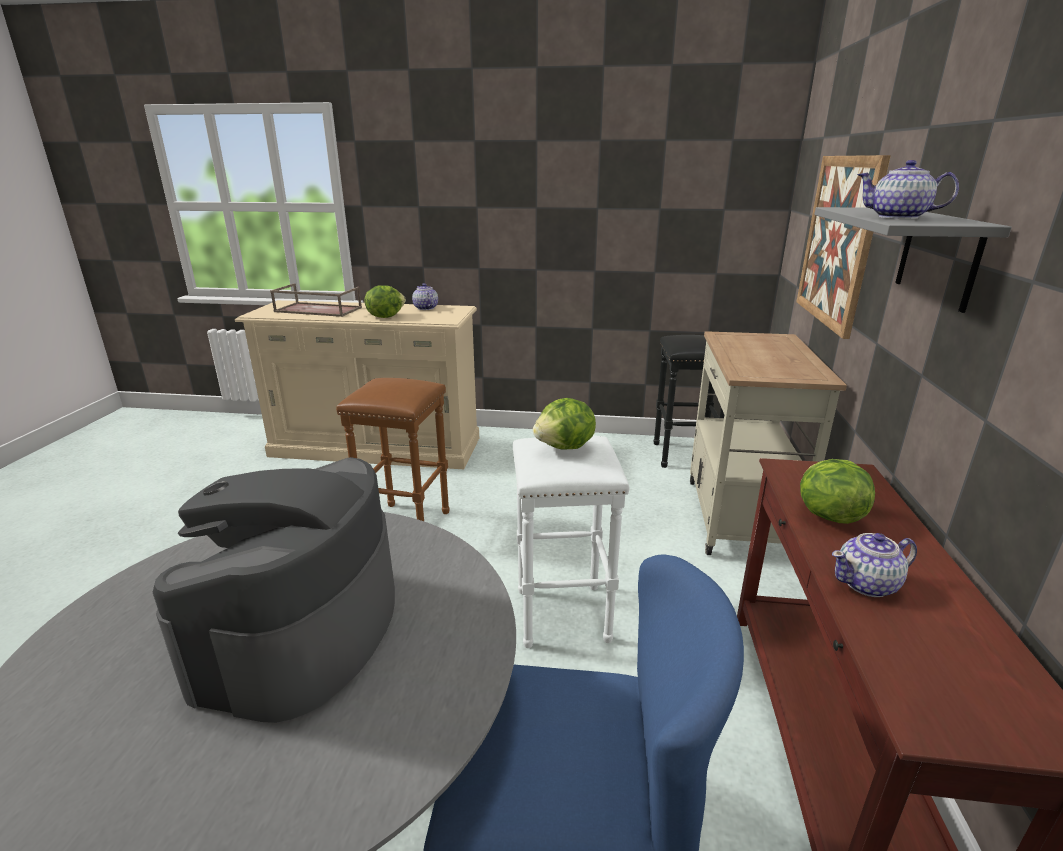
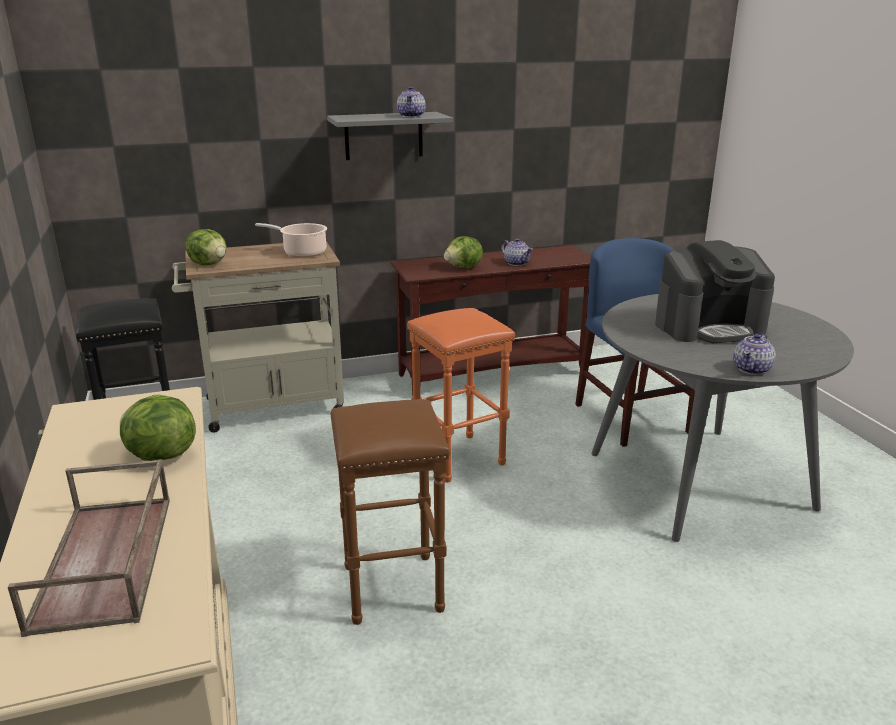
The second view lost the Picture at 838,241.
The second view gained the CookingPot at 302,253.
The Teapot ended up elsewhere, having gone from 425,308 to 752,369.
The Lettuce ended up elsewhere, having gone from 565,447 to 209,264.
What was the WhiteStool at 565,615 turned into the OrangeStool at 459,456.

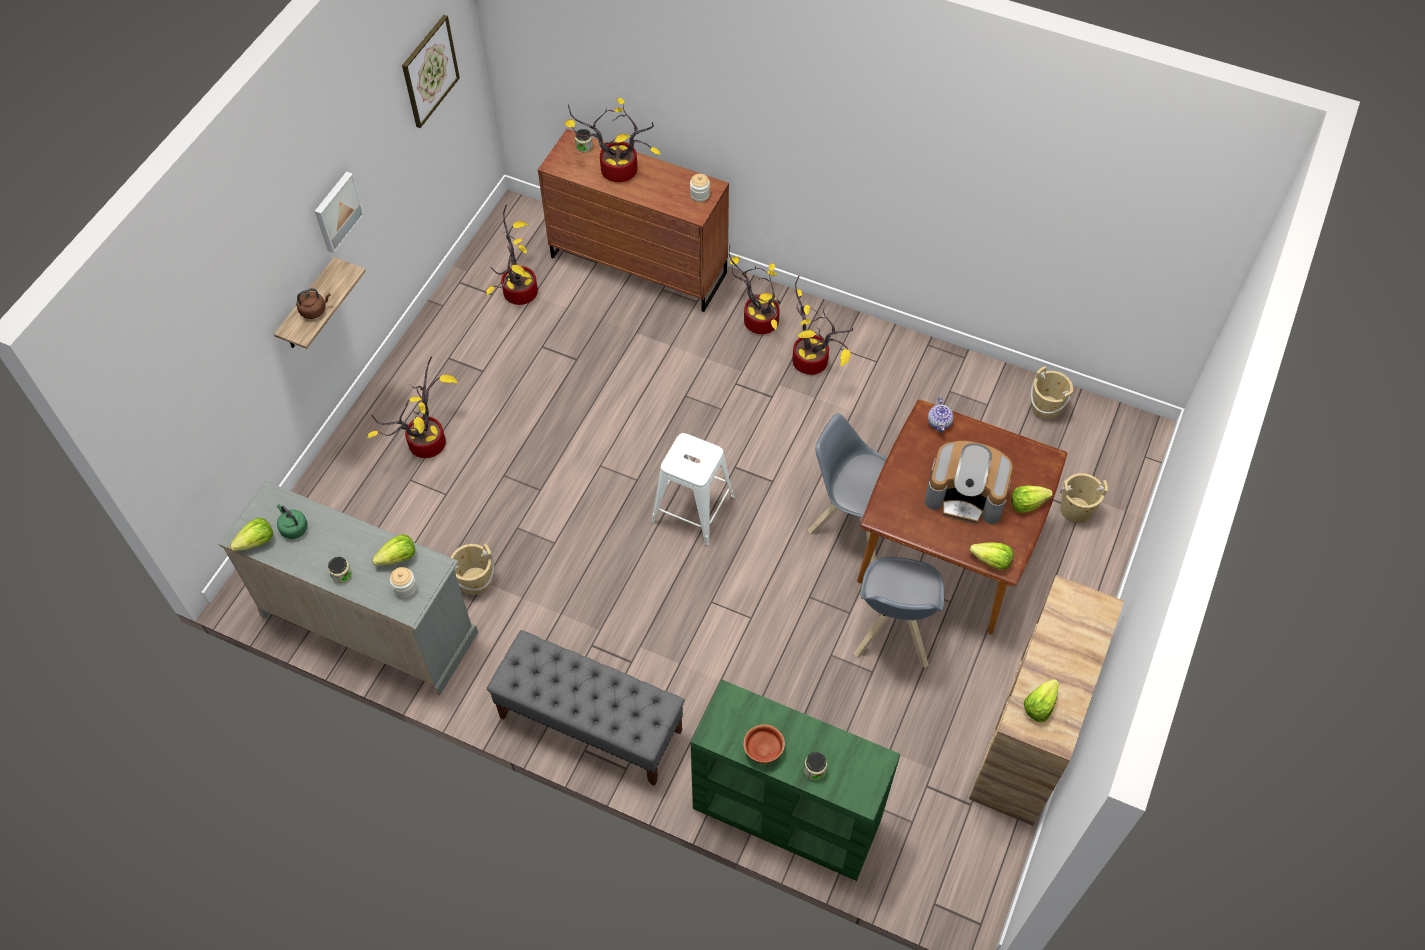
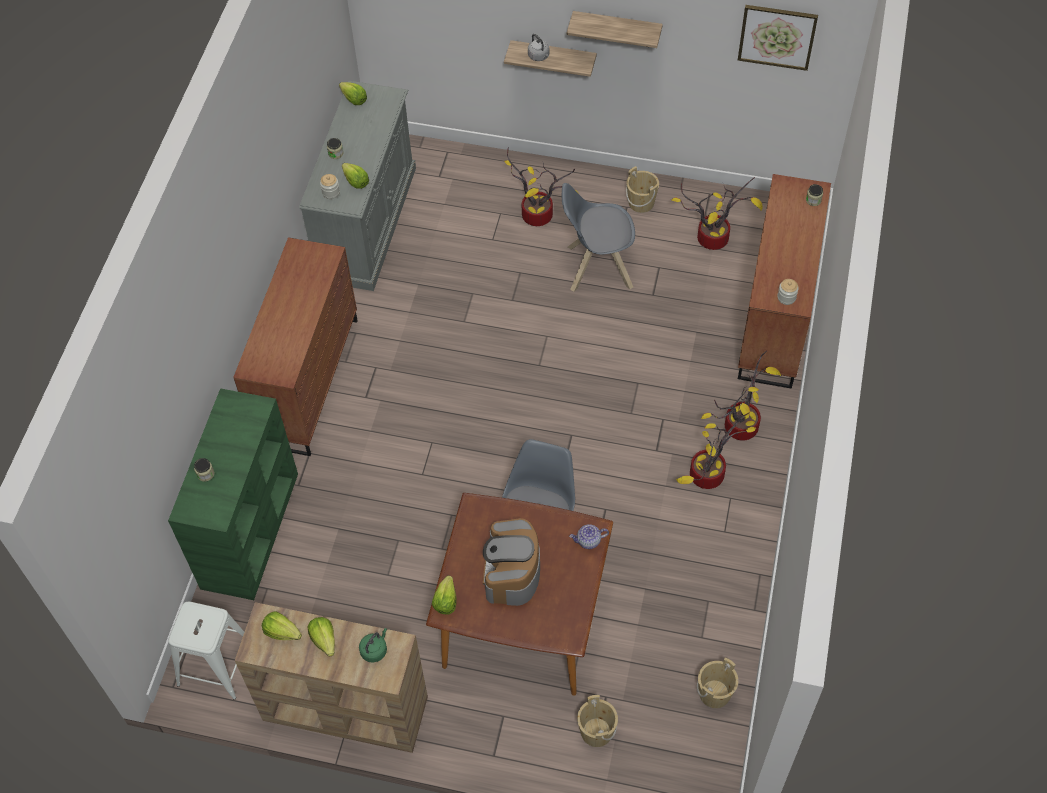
The second view lost the PottedPlant at 616,172.
The second view lost the Bowl at 763,751.
The GreenKettle ended up elsewhere, having gone from 293,528 to 375,650.
The BeigeBucket ended up elsewhere, having gone from 475,580 to 641,202.
The WhiteStool ended up elsewhere, having gone from 693,509 to 216,664.
The GreyChair ended up elsewhere, having gone from 893,630 to 597,267.
The Lettuce ended up elsewhere, having gone from 1027,504 to 324,640.
Where the Picture hung at 337,211, the Shelf came to hang at 617,29.
Where the GreyBench stood at 590,723, the BrownDresser came to stand at 307,381.
What was the BrownKettle at 314,310 turned into the GreyKettle at 539,56.

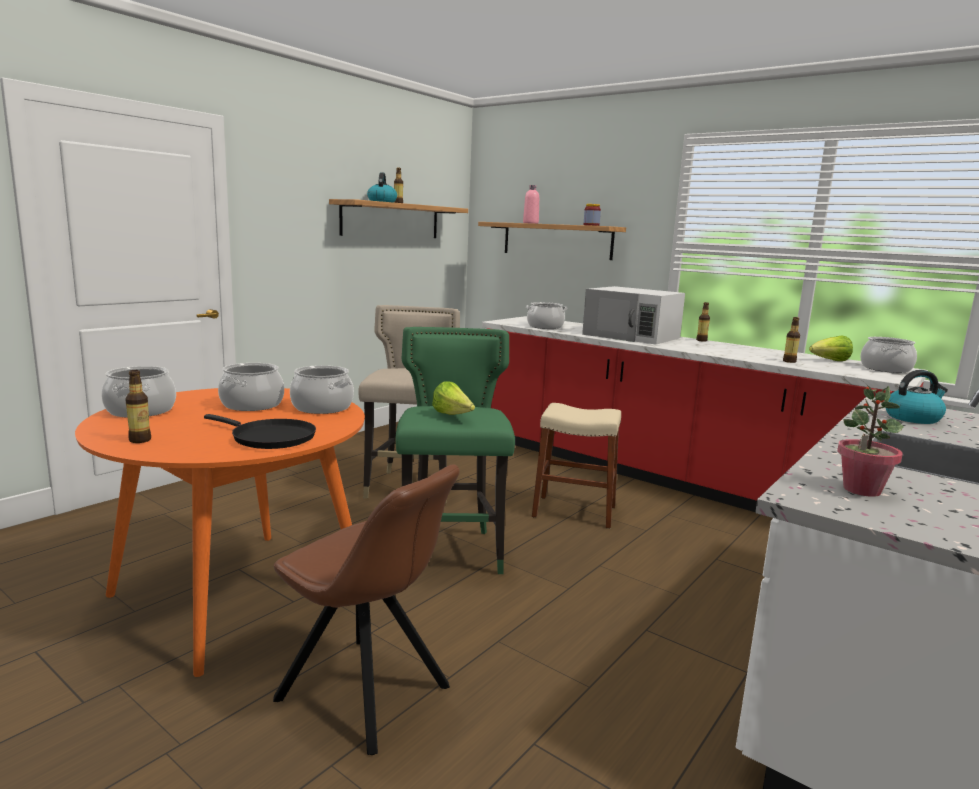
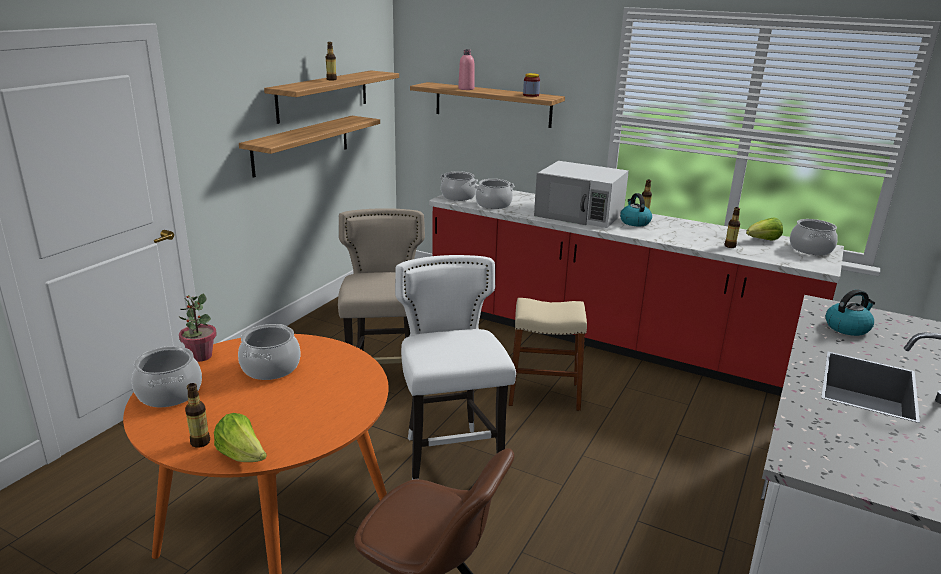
The second view lost the BlackFryingPan at 269,438.
The second view gained the Shelf at 301,145.
The CookingPot ended up elsewhere, having gone from 322,407 to 458,196.
The Kettle ended up elsewhere, having gone from 382,202 to 634,222.
The Lettuce ended up elsewhere, having gone from 453,415 to 242,456.
The PottedPlant ended up elsewhere, having gone from 861,490 to 200,356.
What was the GreenStool at 451,553 turned into the WhiteStool at 450,460.

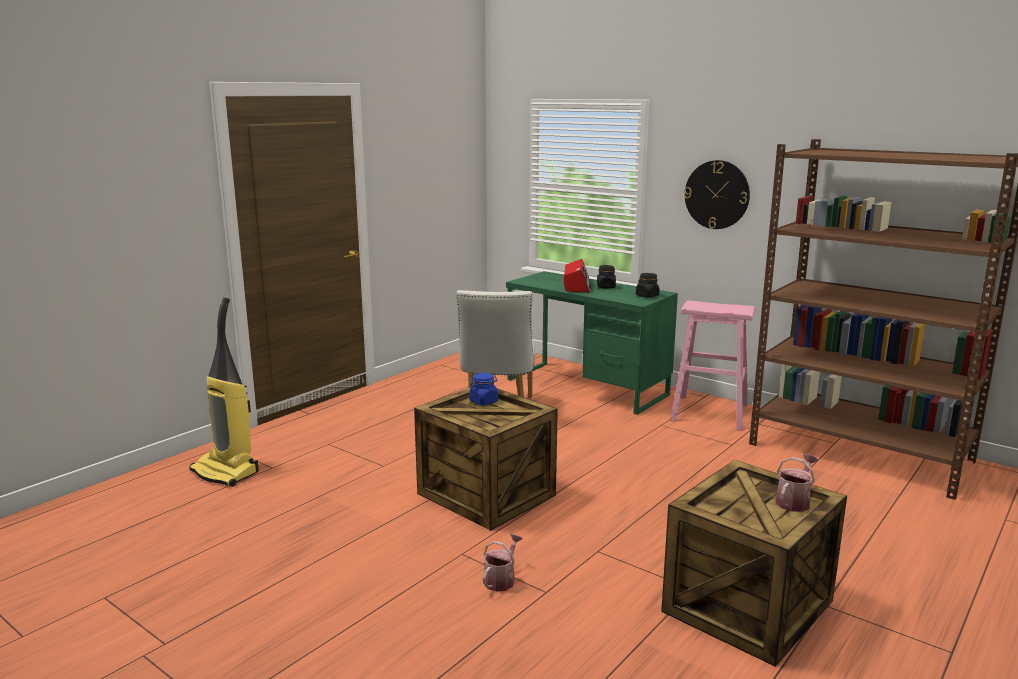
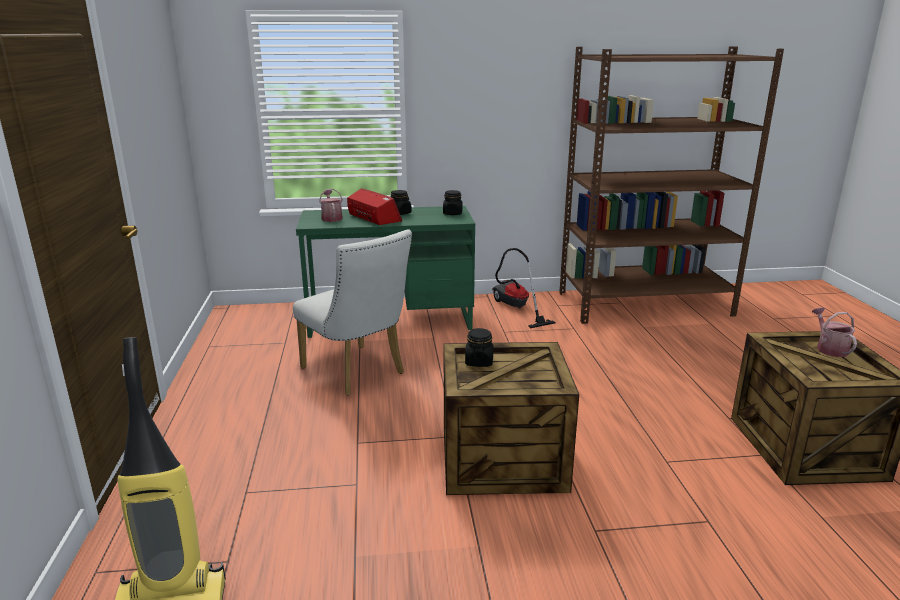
The second view lost the WallClock at 717,194.
The WateringCan ended up elsewhere, having gone from 501,579 to 331,218.
Where the PinkStool stood at 710,412, the VacuumCleaner came to stand at 515,308.
What was the BlueJar at 483,401 turned into the BlackJar at 479,361.

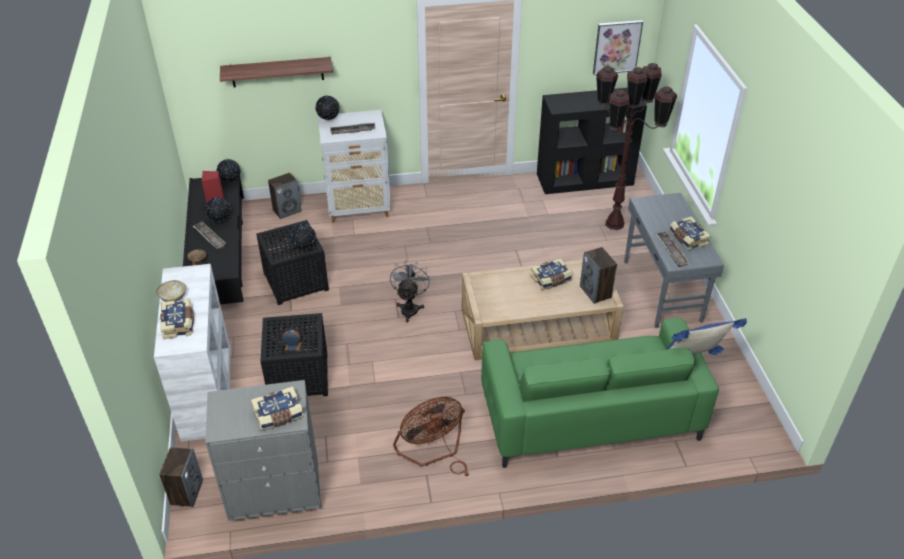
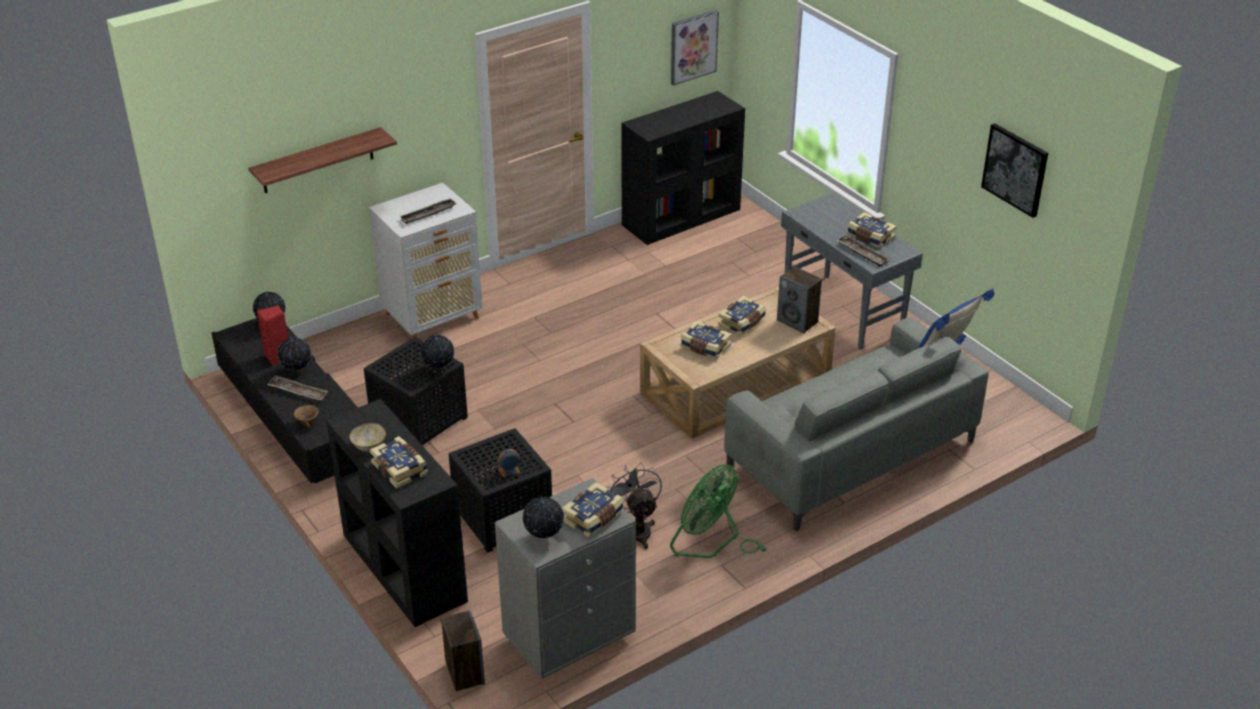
The second view lost the Speaker at 287,210.
The second view lost the BrownFloorLamp at 614,224.
The second view gained the Book at 705,347.
The second view gained the Picture at 1015,169.
The Globe ended up elsewhere, having gone from 329,121 to 544,537.
The GreyFan ended up elsewhere, having gone from 410,307 to 637,529.
What was the WhiteBookcase at 205,392 turned into the BlackBookcase at 403,568.
What was the BrownFan at 437,452 turned into the GreenFan at 716,539.
What was the GreenSofa at 589,417 turned into the GreySofa at 851,455.

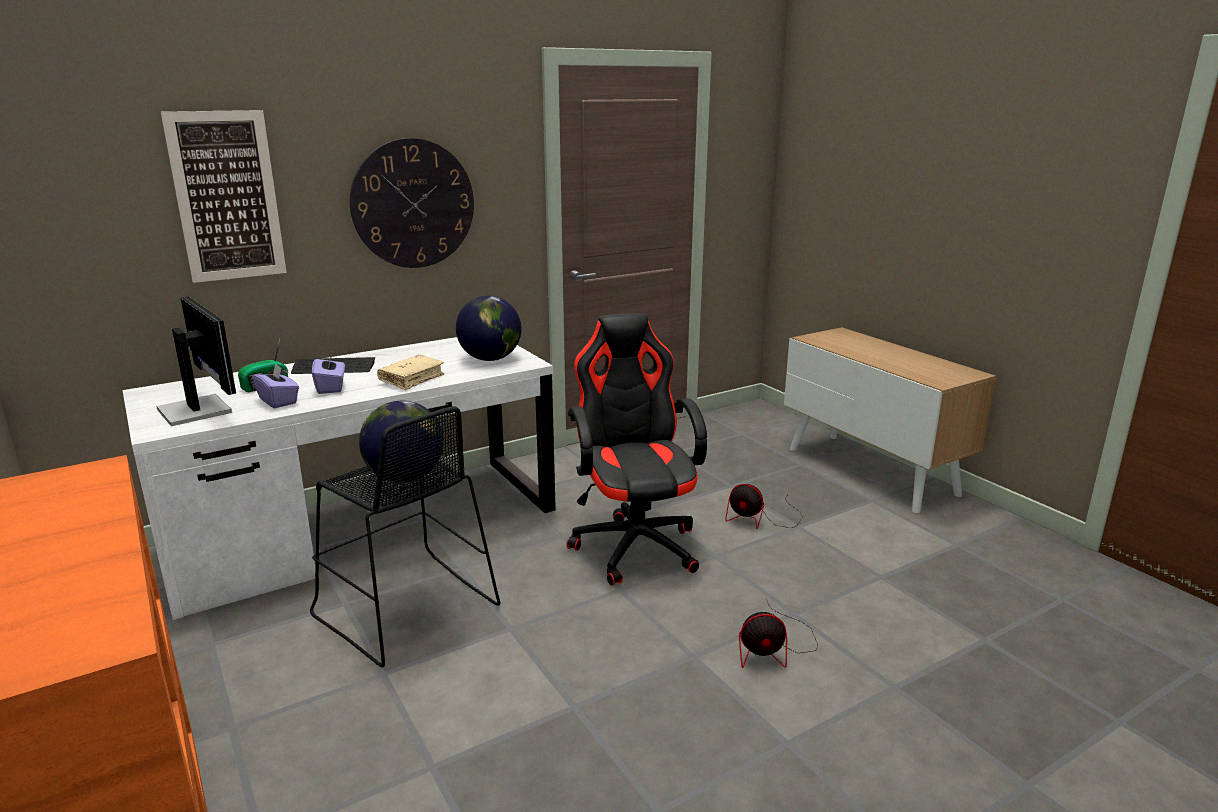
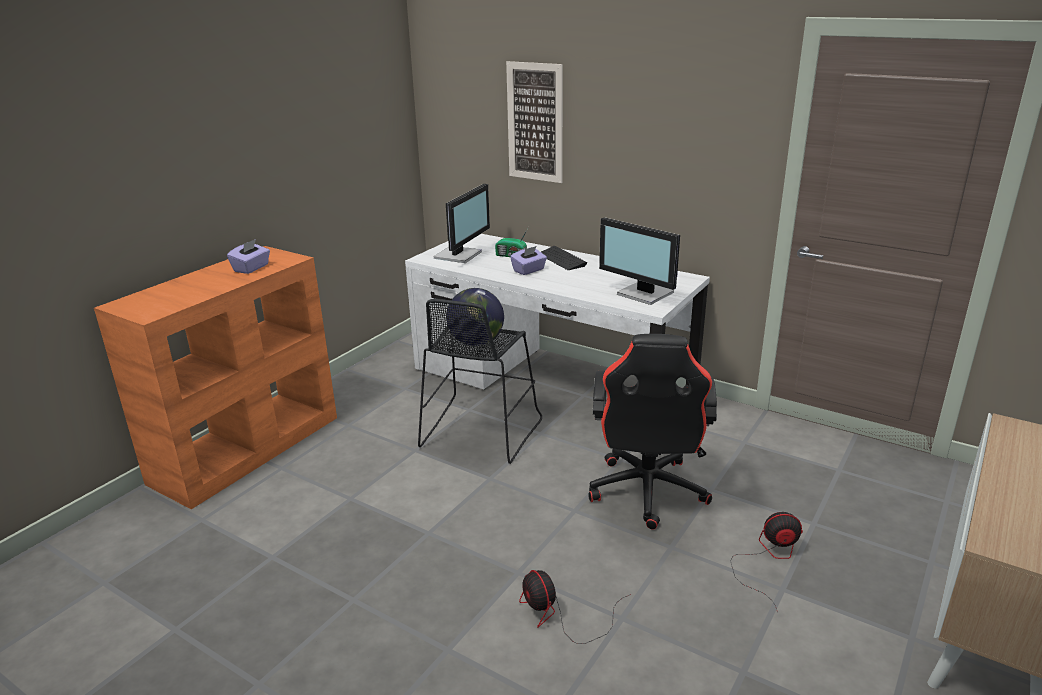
The second view lost the WallClock at 413,204.
The second view lost the BeigeBook at 412,379.
The PurpleTissueBox ended up elsewhere, having gone from 278,401 to 251,268.
Where the Globe stood at 490,359, the Monitor came to stand at 644,294.
The BlackOfficeChair at 634,543 ended up facing another way, 135 degrees clockwise from before.
The Fan at 761,519 ended up facing another way, 90 degrees clockwise from before.

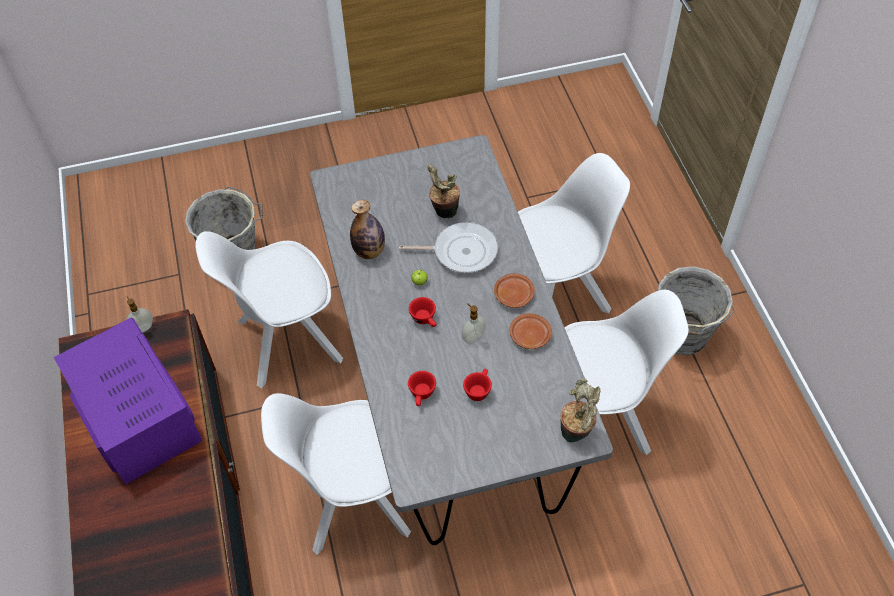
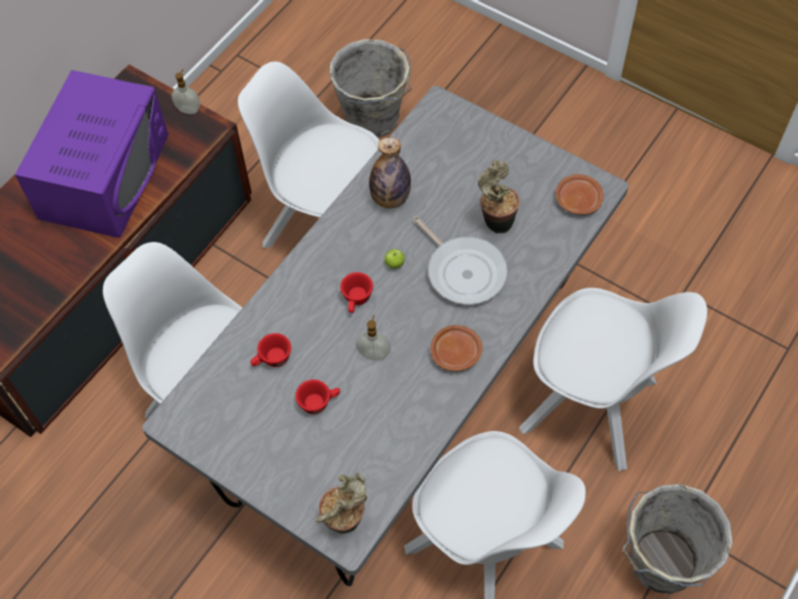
The BrownPlate ended up elsewhere, having gone from 529,335 to 578,199.

